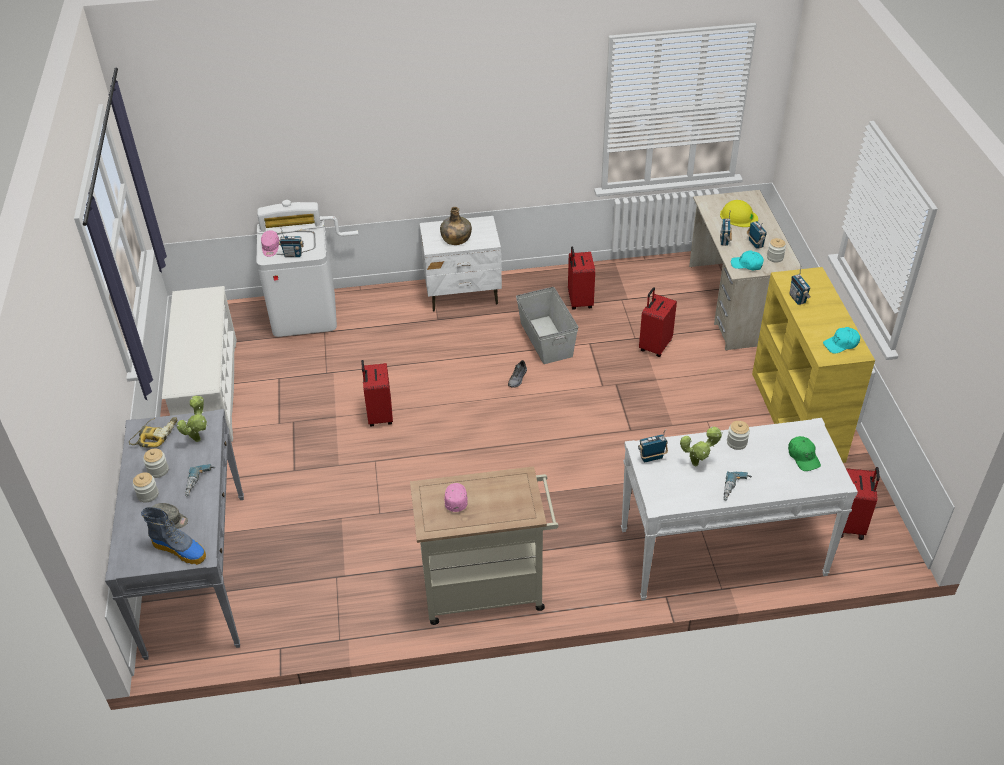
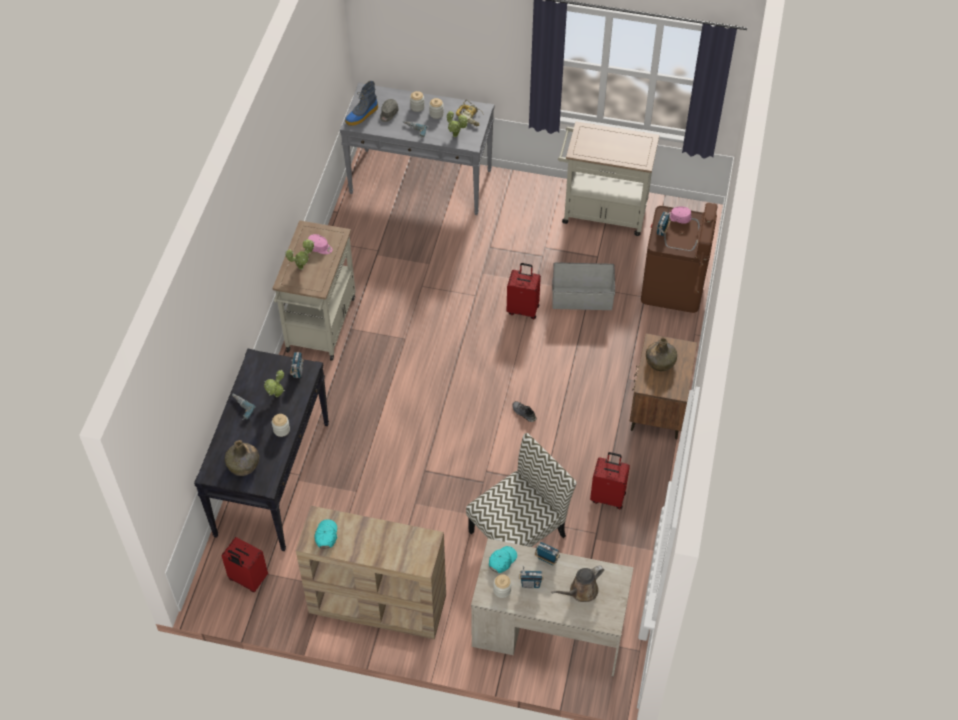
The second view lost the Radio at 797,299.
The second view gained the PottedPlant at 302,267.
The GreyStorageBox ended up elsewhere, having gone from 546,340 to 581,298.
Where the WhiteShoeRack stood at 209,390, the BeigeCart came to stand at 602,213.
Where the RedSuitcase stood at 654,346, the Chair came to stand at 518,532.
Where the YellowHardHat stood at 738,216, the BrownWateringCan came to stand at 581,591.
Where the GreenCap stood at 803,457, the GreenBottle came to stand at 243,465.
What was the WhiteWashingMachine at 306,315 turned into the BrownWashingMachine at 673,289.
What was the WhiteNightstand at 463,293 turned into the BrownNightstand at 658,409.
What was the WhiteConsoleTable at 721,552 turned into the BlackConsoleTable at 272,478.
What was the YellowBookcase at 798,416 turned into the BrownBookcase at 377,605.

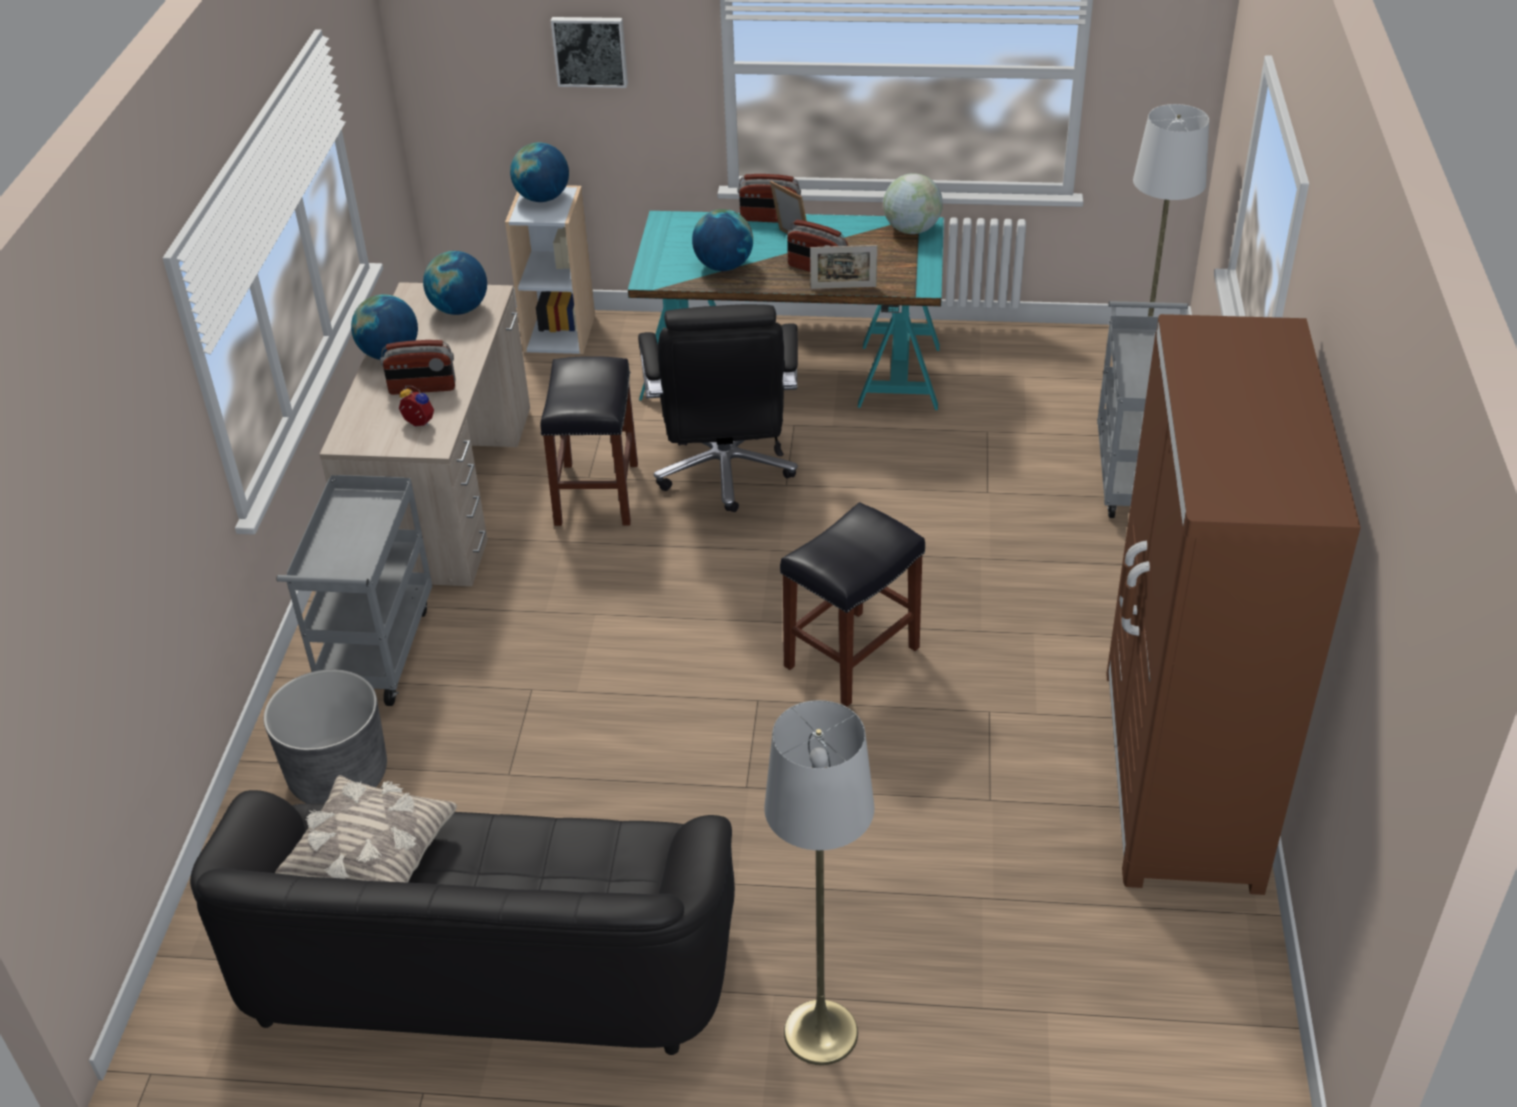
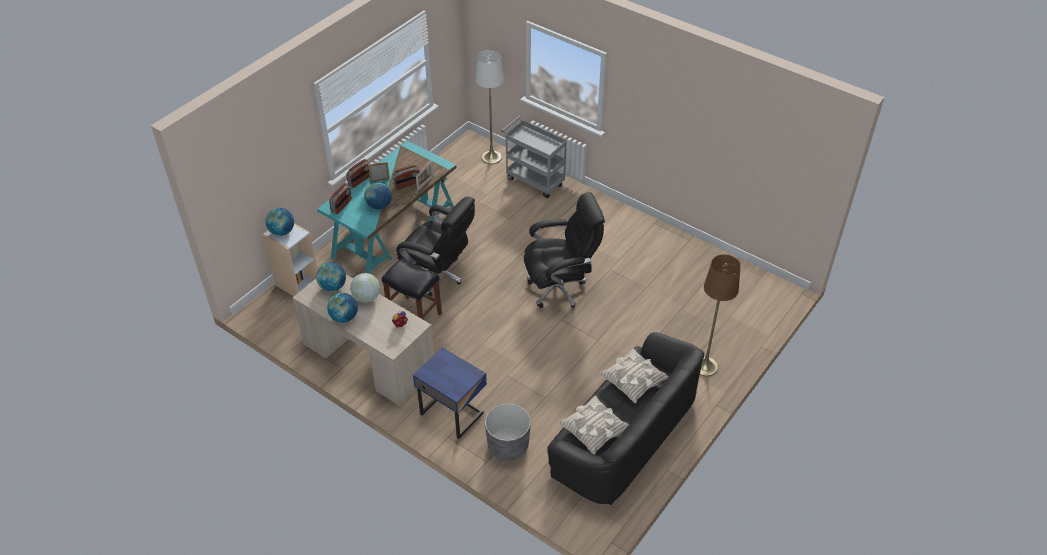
The second view lost the Picture at 590,50.
The second view lost the BrownCabinet at 1177,776.
The second view gained the BeigePillow at 633,382.
The Radio ended up elsewhere, having gone from 422,388 to 341,206.
The Globe ended up elsewhere, having gone from 912,230 to 366,297.
Where the GreyCart stood at 378,657, the BlueNightstand came to stand at 452,412.
Where the BlackStool stood at 851,658, the BlackOfficeChair came to stand at 560,288.
What was the GreyFloorLamp at 821,1032 turned into the BrownFloorLamp at 705,366.

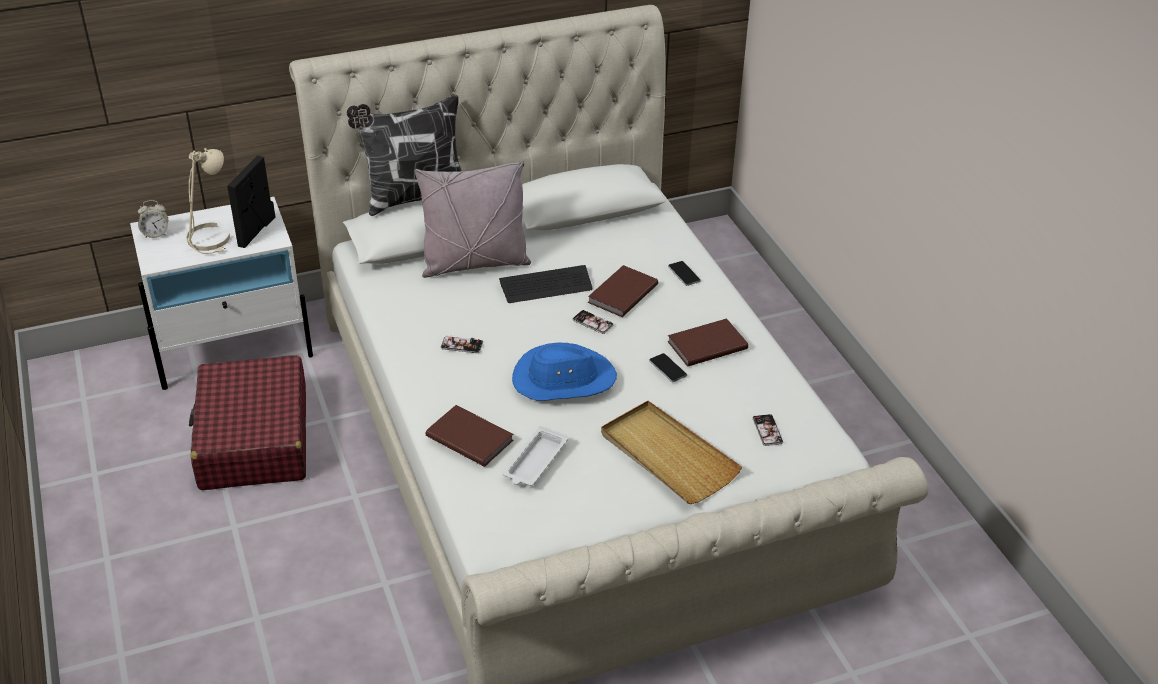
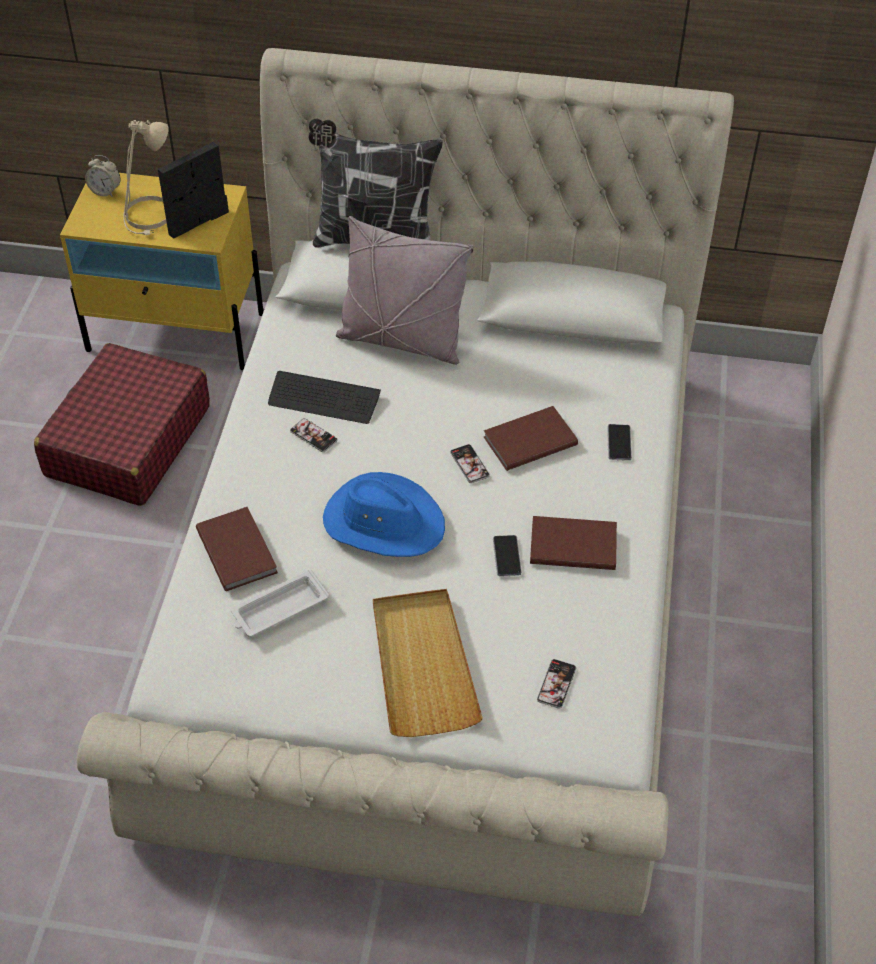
The Keyboard ended up elsewhere, having gone from 546,286 to 324,399.
What was the WhiteNightstand at 233,349 turned into the YellowNightstand at 176,332.

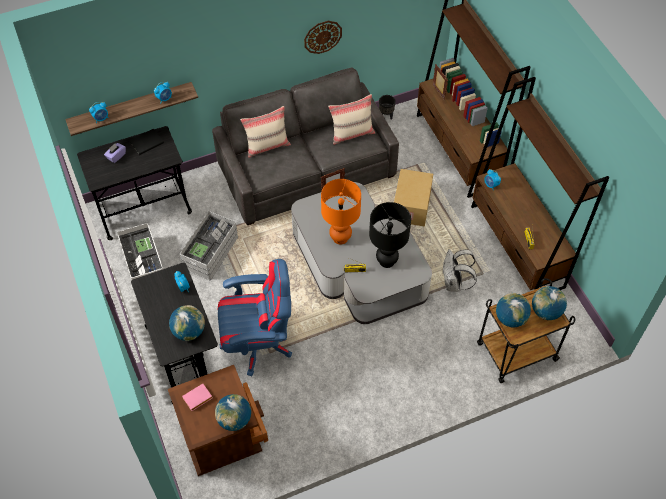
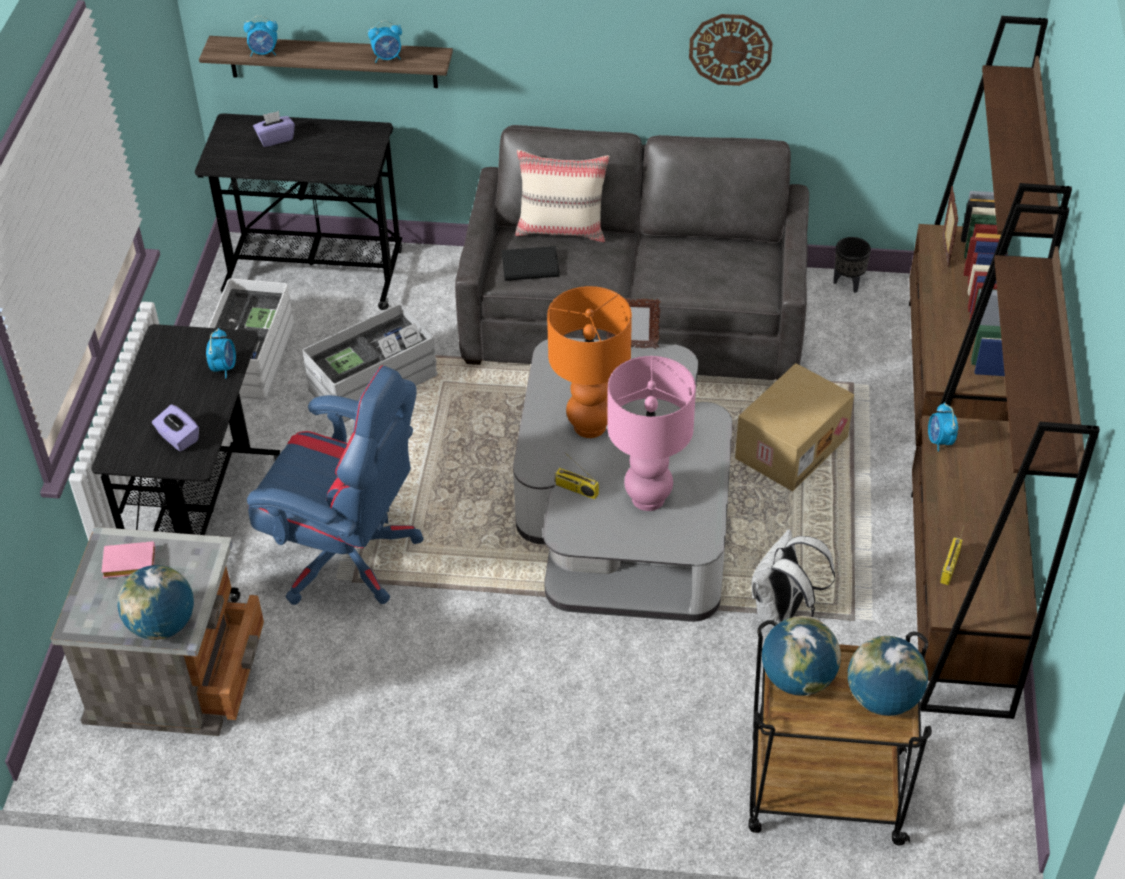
The second view lost the BeigePillow at 352,133.
The BlackBook ended up elsewhere, having gone from 146,142 to 529,264.
Where the Globe stood at 189,331, the PurpleTissueBox came to stand at 178,438.
What was the BrownNightstand at 223,431 turned into the GreyNightstand at 178,672.
What was the BlackTableLamp at 386,261 turned into the PinkTableLamp at 647,498.

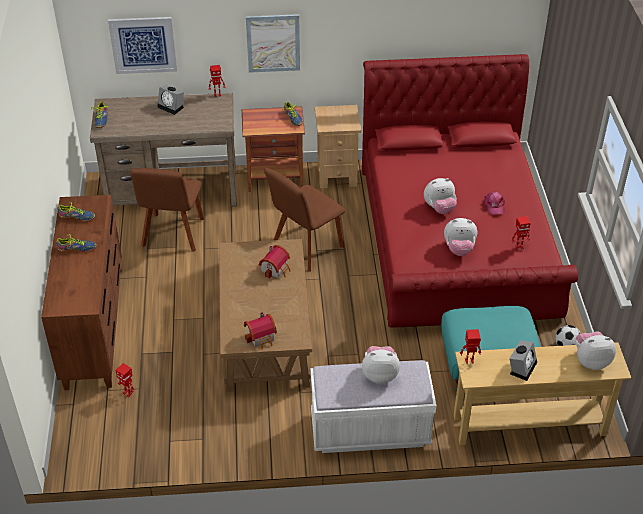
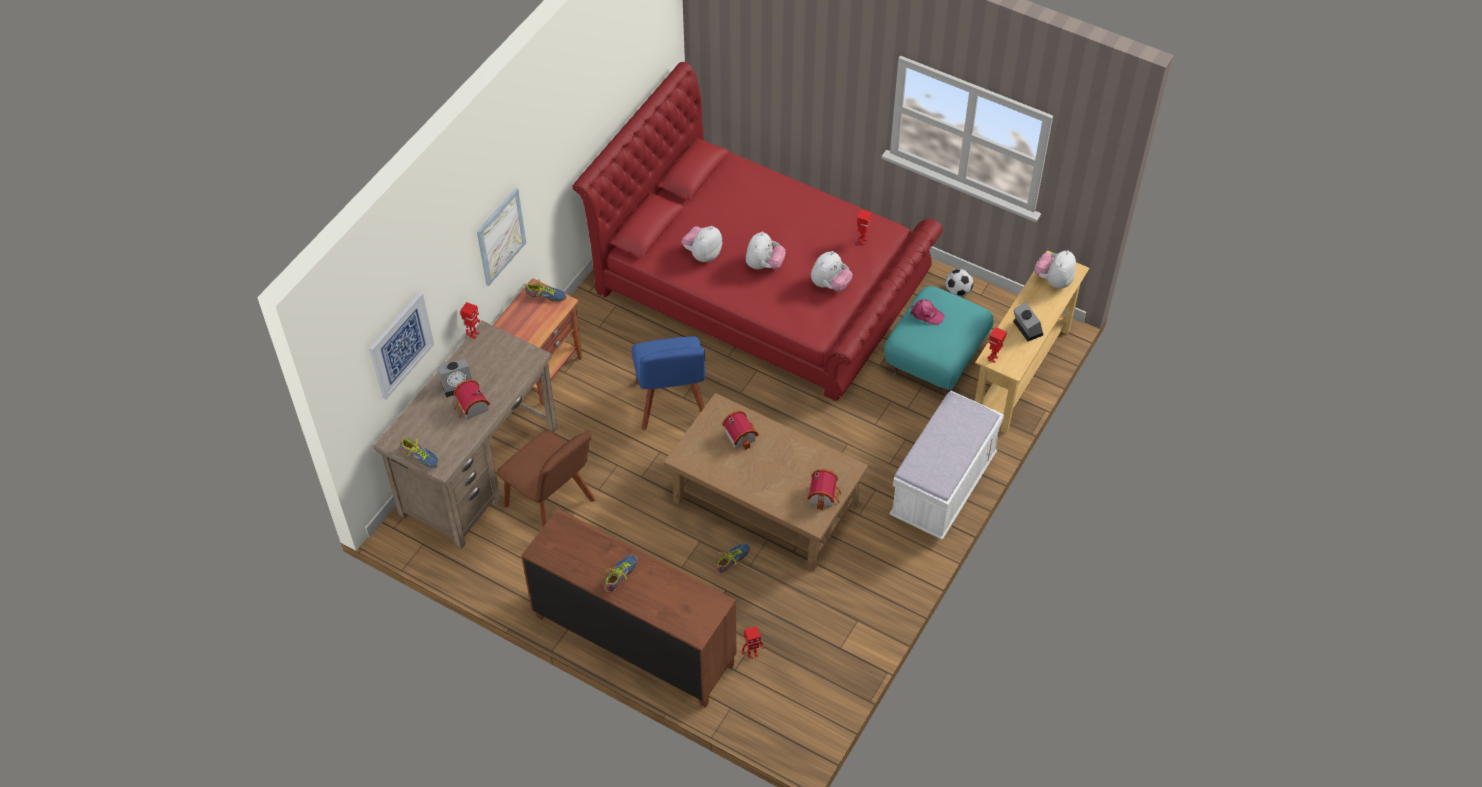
The second view lost the BeigeNightstand at 337,176.
The second view gained the ToyHouse at 471,408.
The Shoe ended up elsewhere, having gone from 77,216 to 732,560.
The PlushToy ended up elsewhere, having gone from 380,374 to 702,254.
The PinkCap ended up elsewhere, having gone from 494,205 to 926,314.
What was the BrownChair at 305,248 turned into the BlueChair at 672,405.

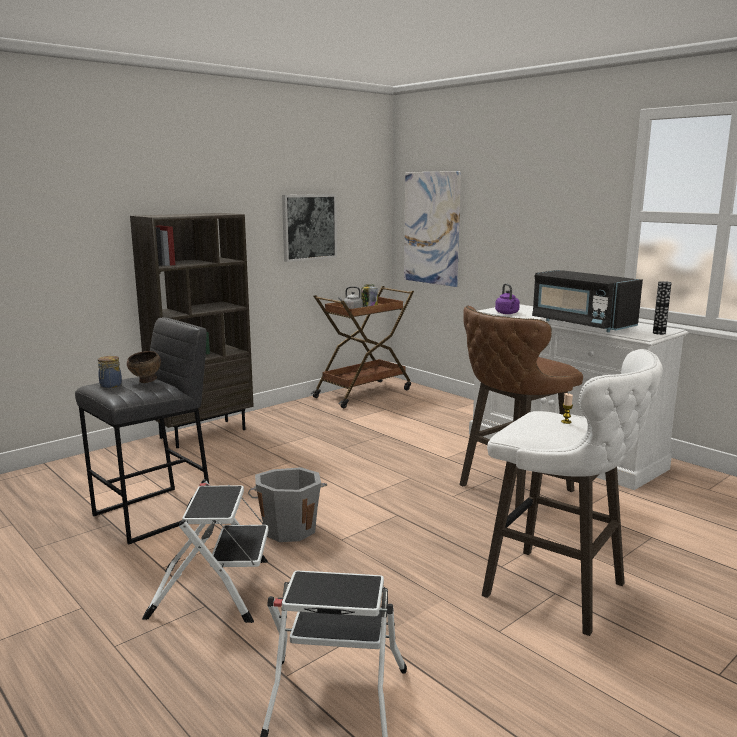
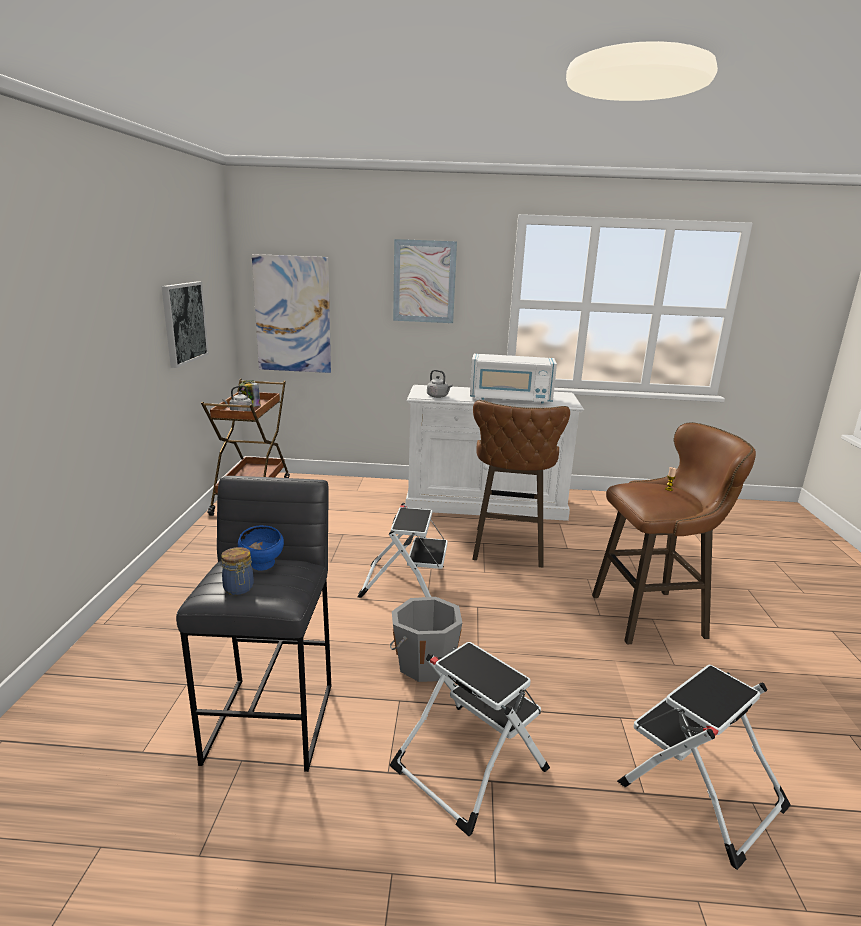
The second view lost the BrownBookcase at 203,433.
The second view lost the Vase at 659,333.
The second view gained the StepLadder at 404,582.
The second view gained the Picture at 424,281.
What was the BrownBowl at 146,381 turned into the BlueBowl at 263,566.
What was the WhiteStool at 561,591 turned into the BrownStool at 652,616.
What was the PurpleKettle at 507,313 turned into the GreyKettle at 438,396.
What was the BlackMicrowave at 581,324 turned into the WhiteMicrowave at 510,399.

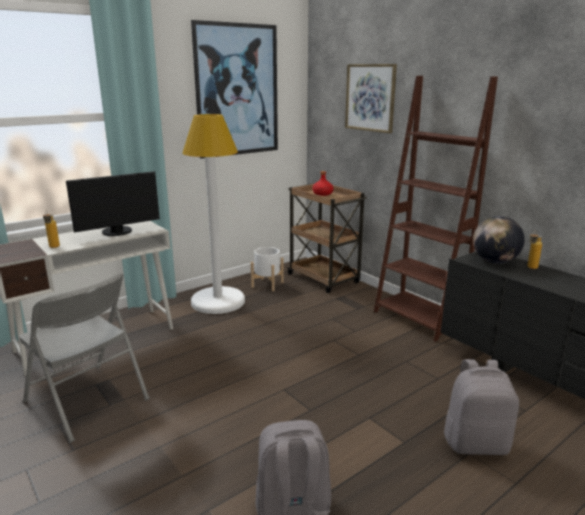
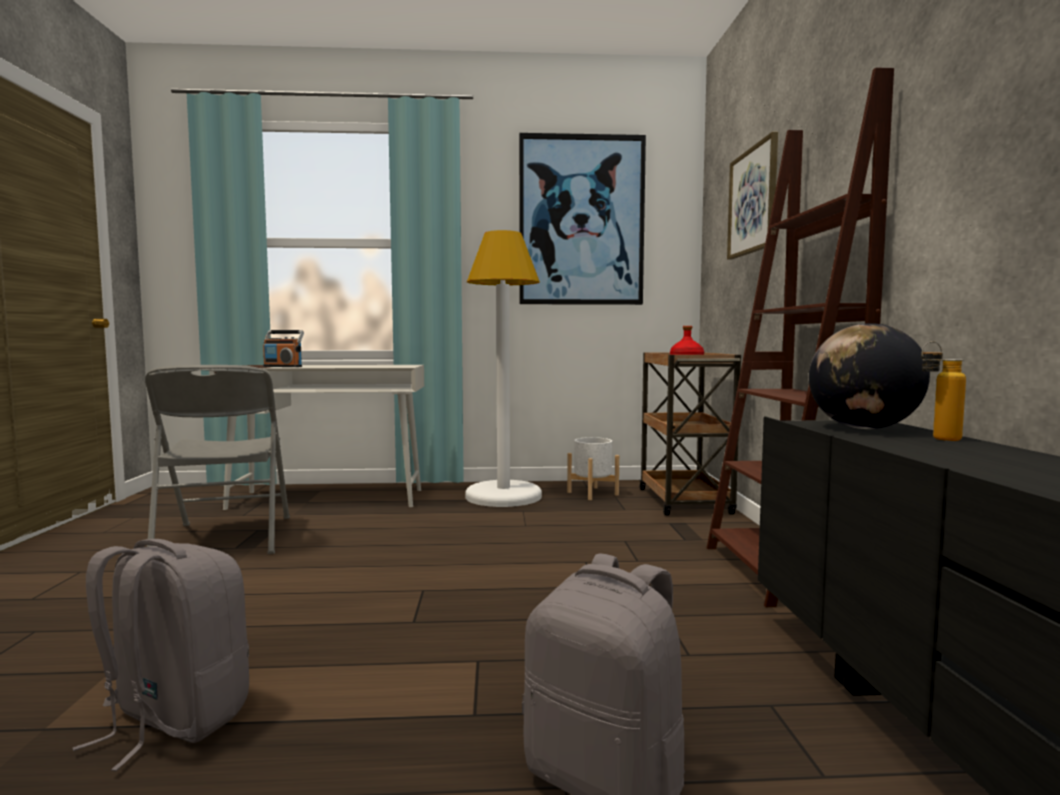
The second view lost the Monitor at 118,232.
Where the Bottle stood at 53,248, the Radio came to stand at 283,366.

